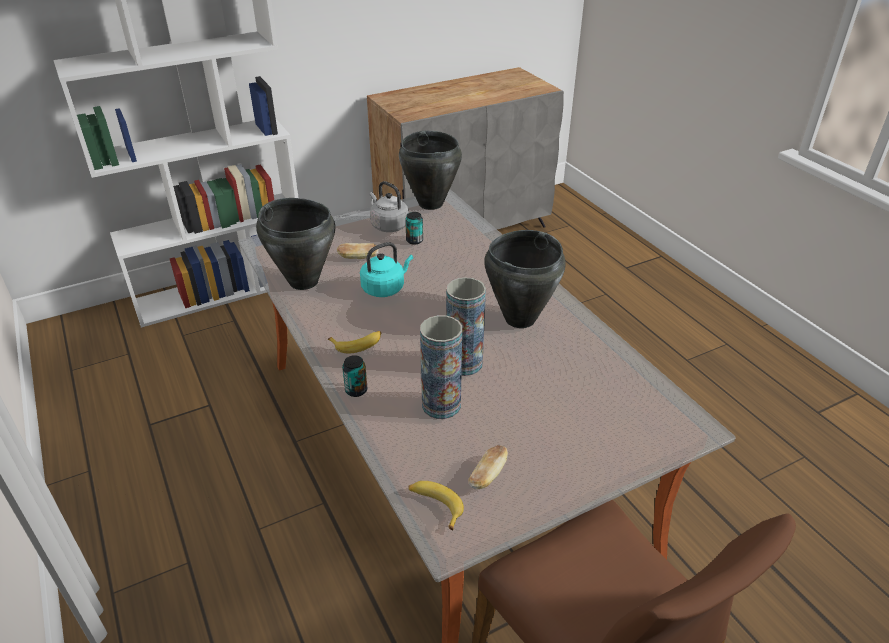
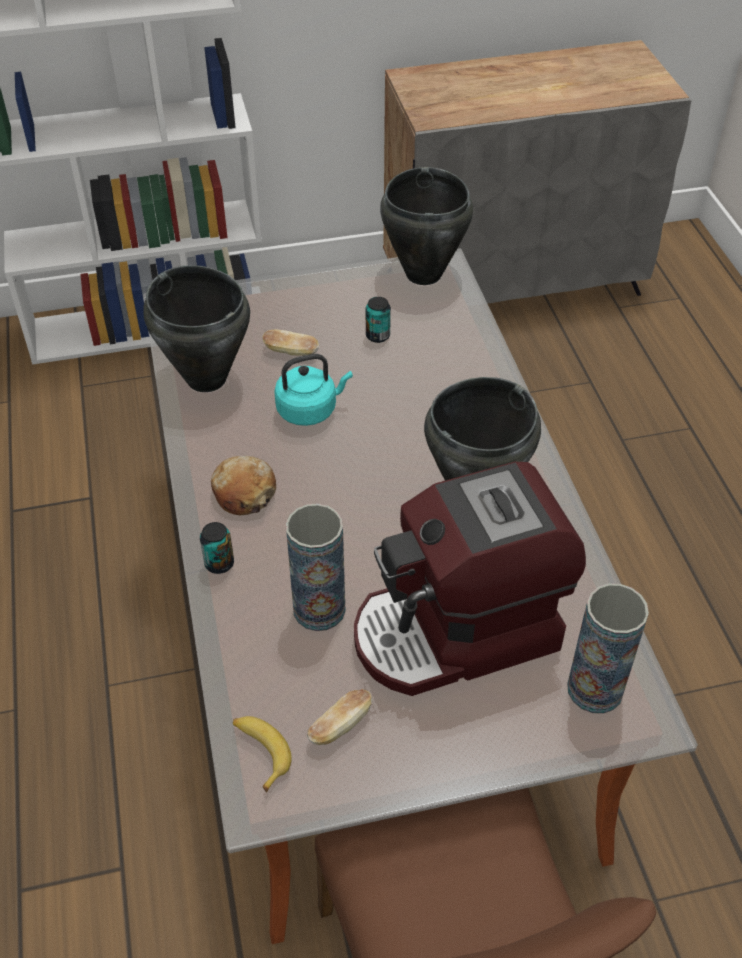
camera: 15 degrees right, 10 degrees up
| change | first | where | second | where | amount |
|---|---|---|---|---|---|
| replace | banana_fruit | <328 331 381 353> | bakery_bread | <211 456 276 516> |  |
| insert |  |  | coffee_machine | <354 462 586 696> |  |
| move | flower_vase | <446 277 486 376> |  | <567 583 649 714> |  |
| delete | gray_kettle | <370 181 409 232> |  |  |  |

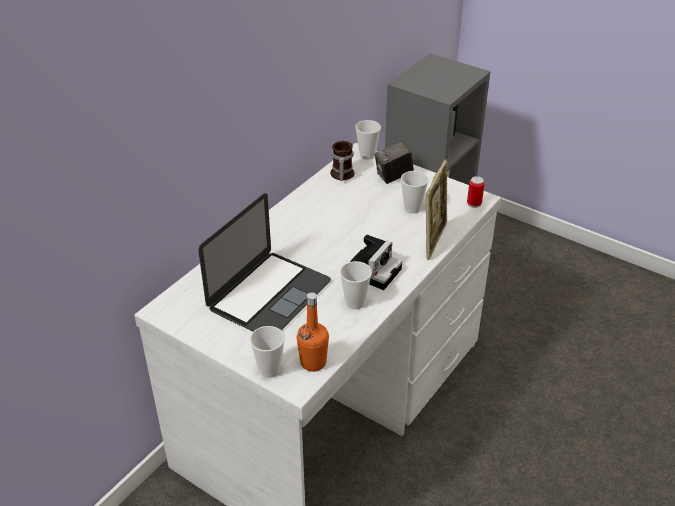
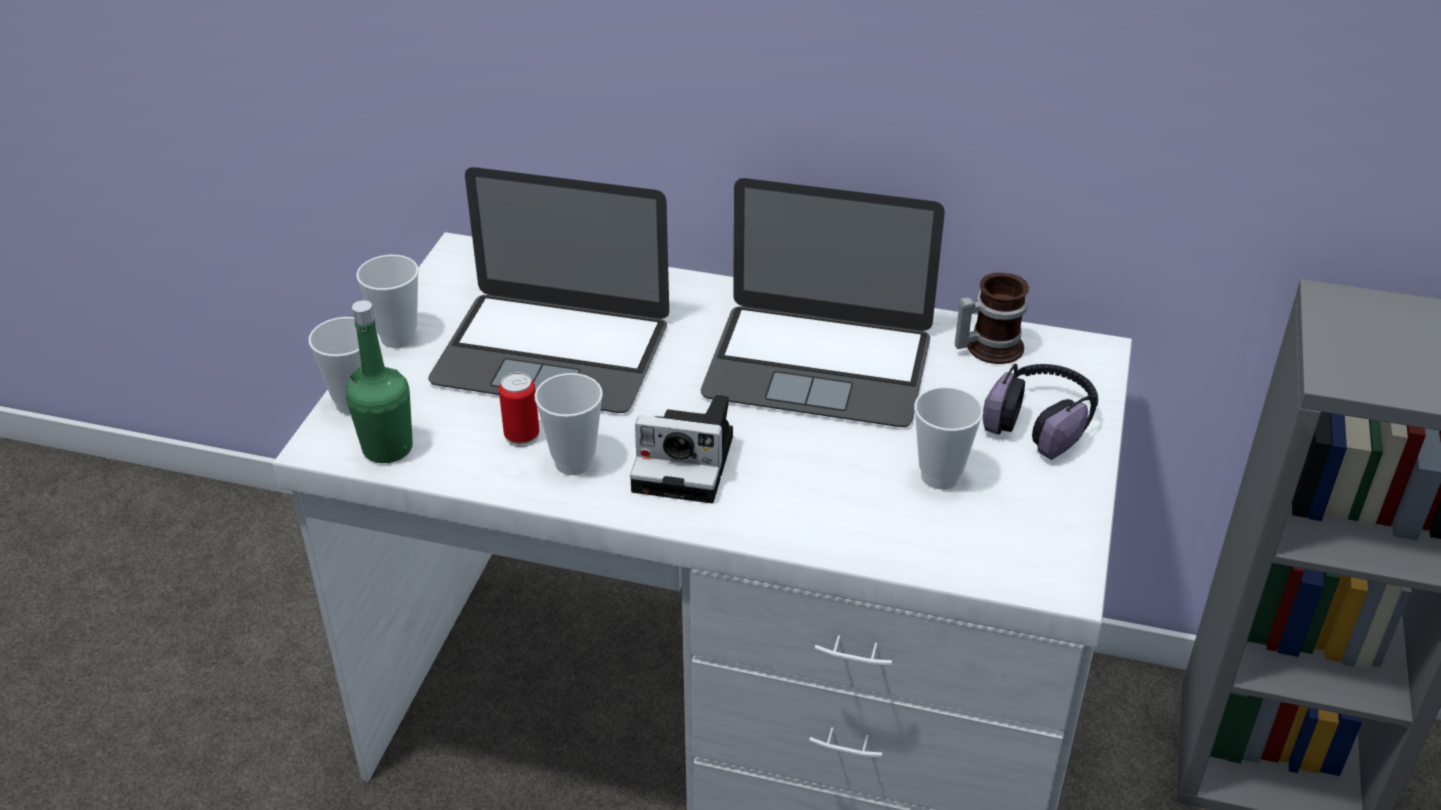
camera: 70 degrees right, 0 degrees up
| change | first | where | second | where | amount |
|---|---|---|---|---|---|
| recolor | orangey_drink_bottle | <297 292 329 372> | green_drink_bottle | <346 300 413 463> |  |
| move | cup | <355 120 381 160> |  | <356 255 419 348> |  |
| move | sealed_can | <467 176 485 208> |  | <499 372 539 447> |  |
| insert |  |  | notebook_computer | <701 178 945 427> |  |
| replace | still_camera | <375 141 414 184> | headset | <983 363 1098 460> |  |
| delete | photo_frame | <426 160 448 260> |  |  |  |

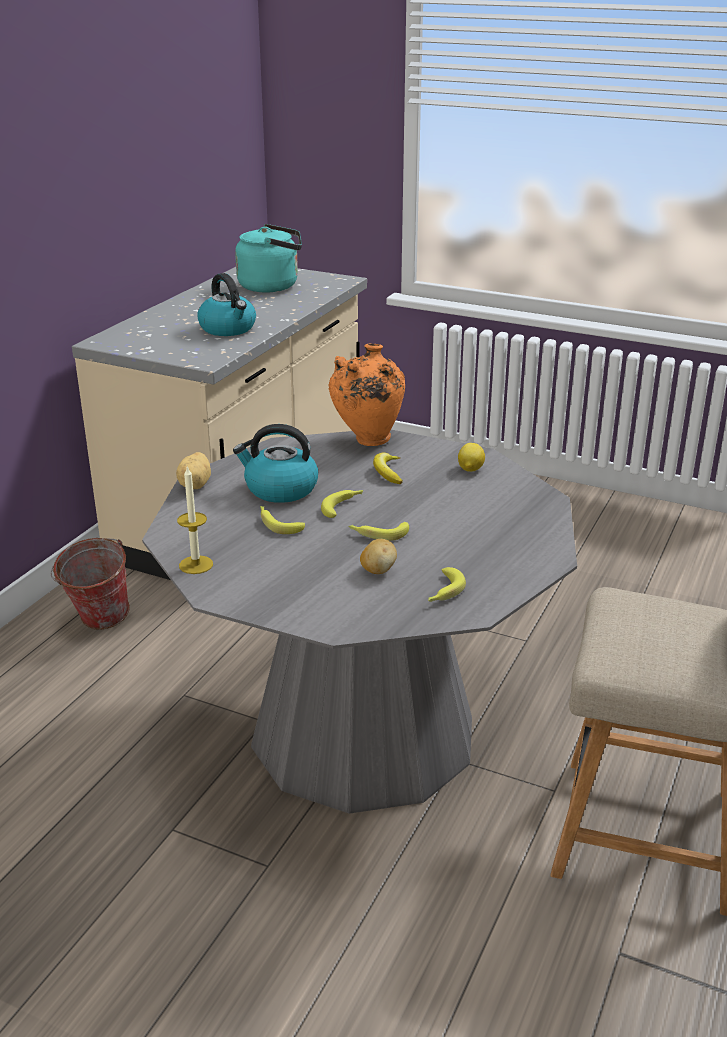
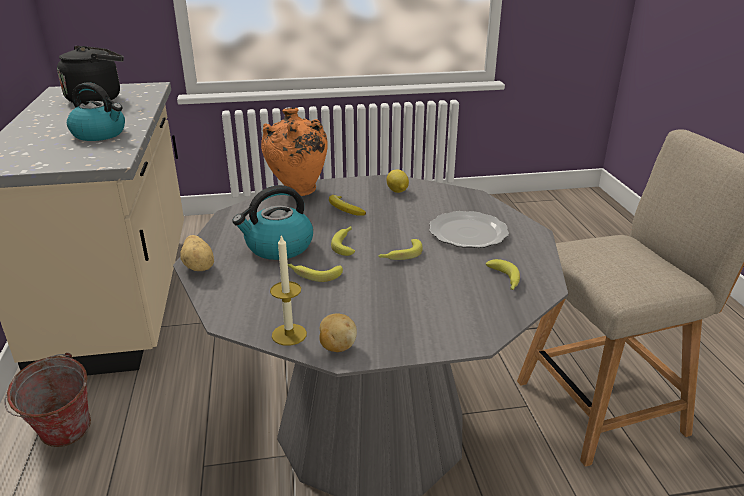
camera: 35 degrees left, 0 degrees up
| change | first | where | second | where | amount |
|---|---|---|---|---|---|
| recolor | turquoise-coloured_kettle | <235 224 302 292> | black_kettle | <57 46 124 103> |  |
| move | potato | <360 539 397 574> |  | <319 313 357 352> |  |
| insert |  |  | dinner_plate | <429 211 509 248> |  |

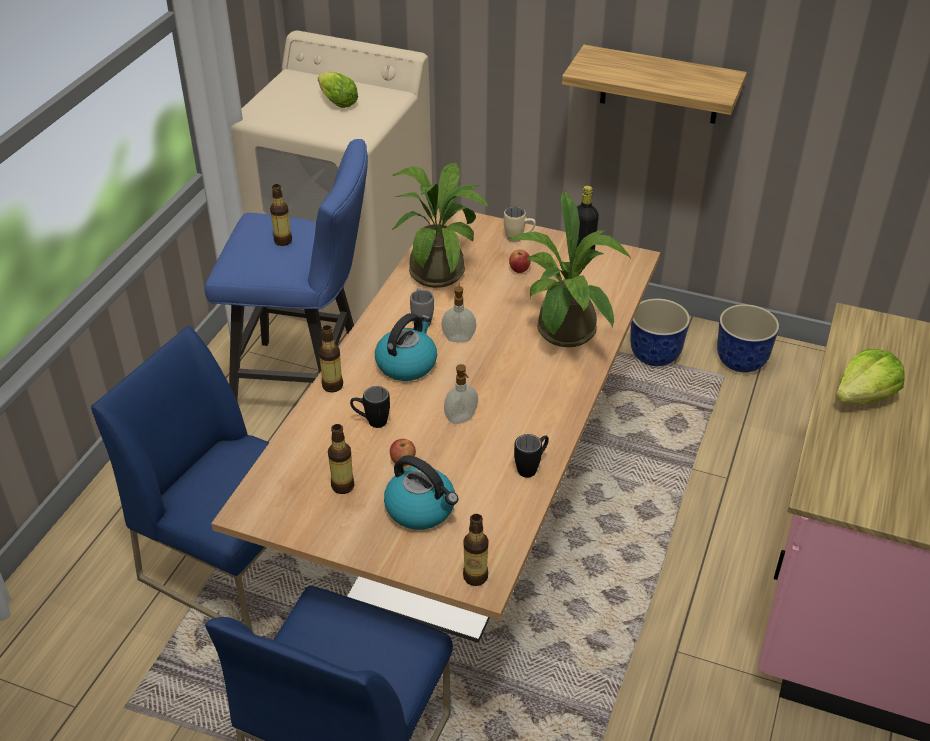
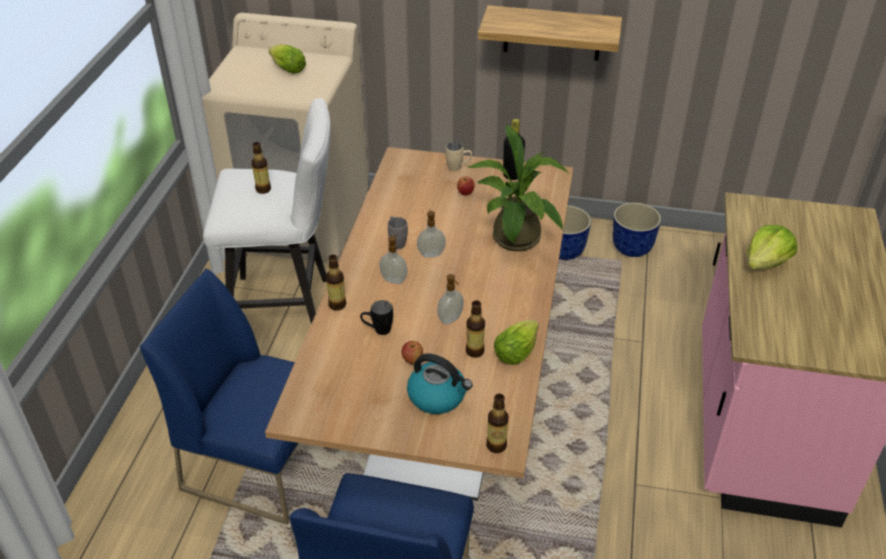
camera: 10 degrees left, 0 degrees up
| change | first | where | second | where | amount |
|---|---|---|---|---|---|
| recolor | blue-coloured_sitting_stool | <205 139 368 400> | white-coloured_sitting_stool | <203 98 331 324> |  |
| replace | kettle | <375 313 437 381> | soap_dispenser | <379 234 408 284> |  |
| move | drink_bottle | <328 424 355 494> |  | <466 300 485 358> |  |
| replace | black_coffee_mug | <514 434 549 478> | lettuce | <494 320 539 365> |  |
| delete | potted_plant | <392 163 489 288> |  |  |  |

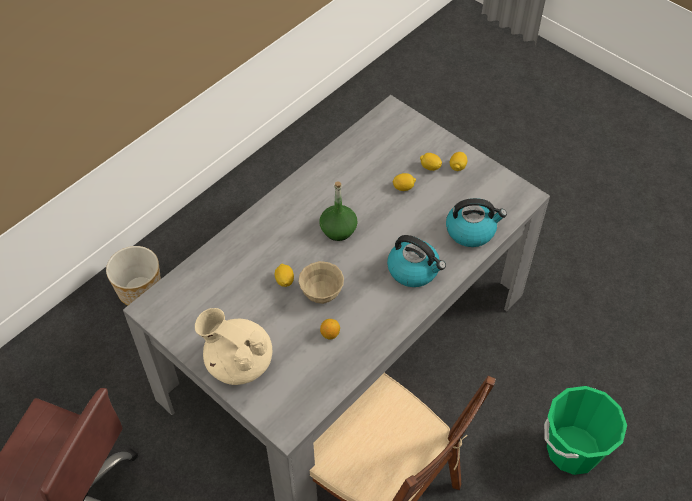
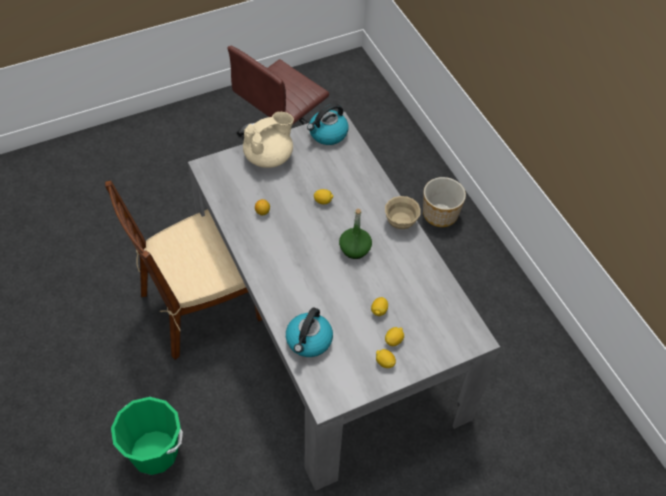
camera: 110 degrees right, 0 degrees up
| change | first | where | second | where | amount |
|---|---|---|---|---|---|
| move | kettle | <387 235 446 287> |  | <307 103 348 145> |  |
| move | sand-coloured_serving_bowl | <298 261 344 304> |  | <385 196 421 229> |  |

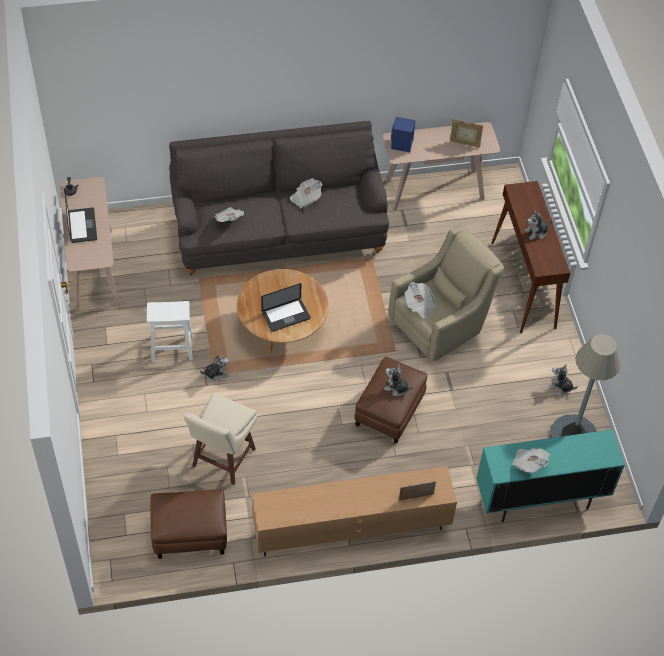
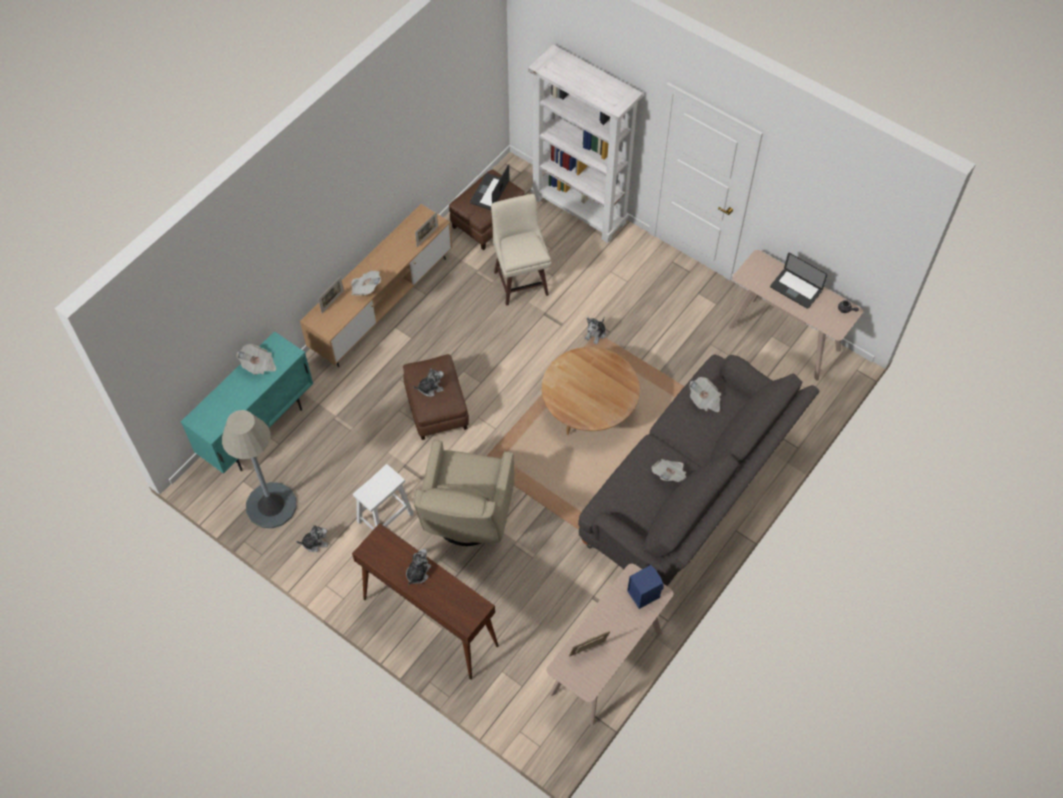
camera: 140 degrees right, 5 degrees up
| change | first | where | second | where | amount |
|---|---|---|---|---|---|
| move | daily_paper | <405 282 436 318> |  | <351 270 381 296> |  |
| move | white-coloured_sitting_stool | <147 301 193 362> |  | <353 464 414 530> |  |
| insert |  |  | photo_frame | <415 212 438 247> |  |
| move | notebook_computer | <261 283 311 332> |  | <470 164 509 210> |  |
| insert |  |  | white-coloured_bookshelf | <528 44 643 243> |  |

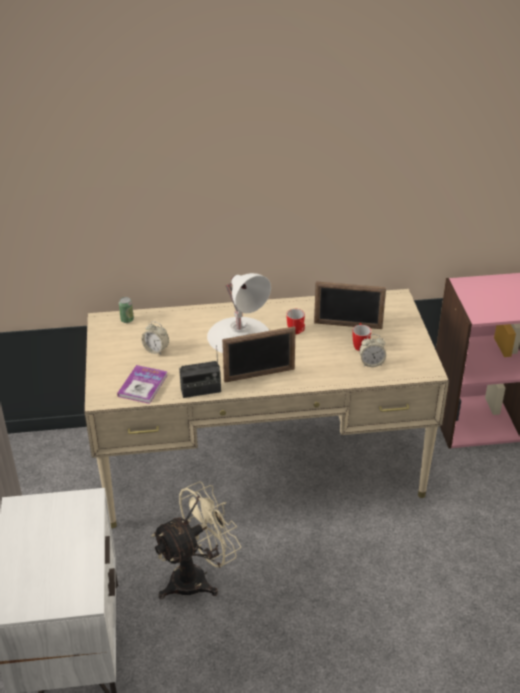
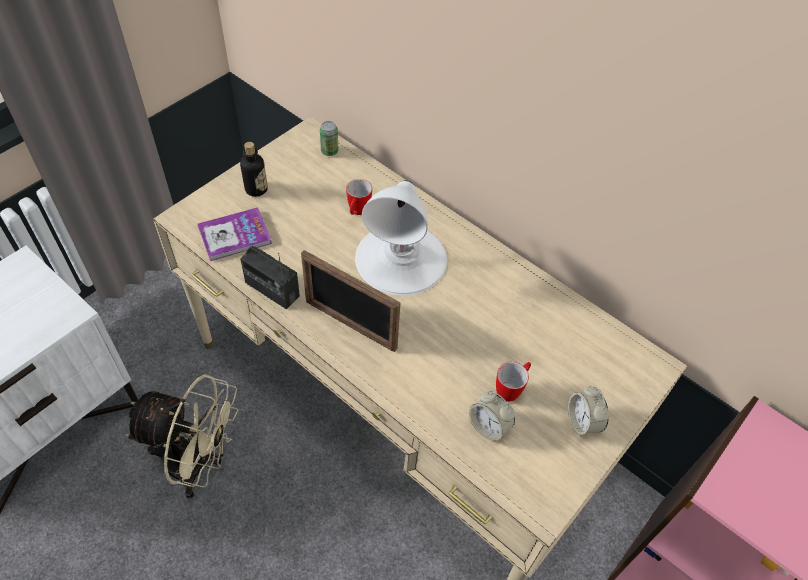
camera: 45 degrees right, 15 degrees up
| change | first | where | second | where | amount |
|---|---|---|---|---|---|
| insert |  |  | drink_bottle | <240 142 268 197> |  |
| move | coffee_mug | <286 309 305 335> |  | <346 179 372 215> |  |
| move | bedside_clock | <142 321 169 355> |  | <568 386 610 437> |  |
| delete | photo_frame | <314 282 386 329> |  |  |  |

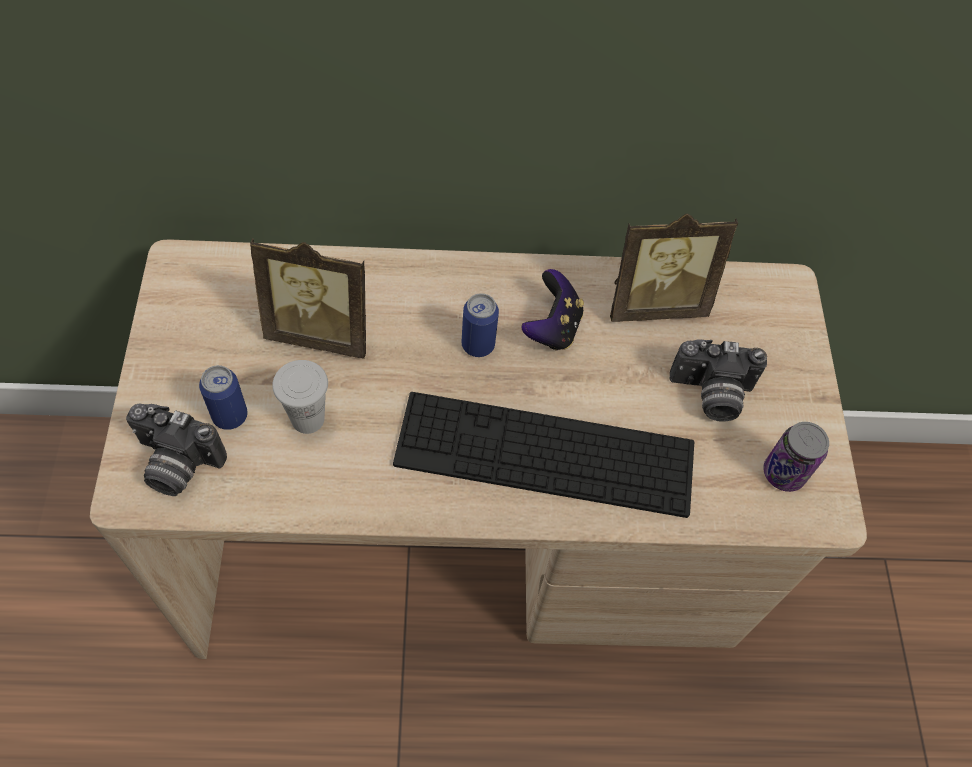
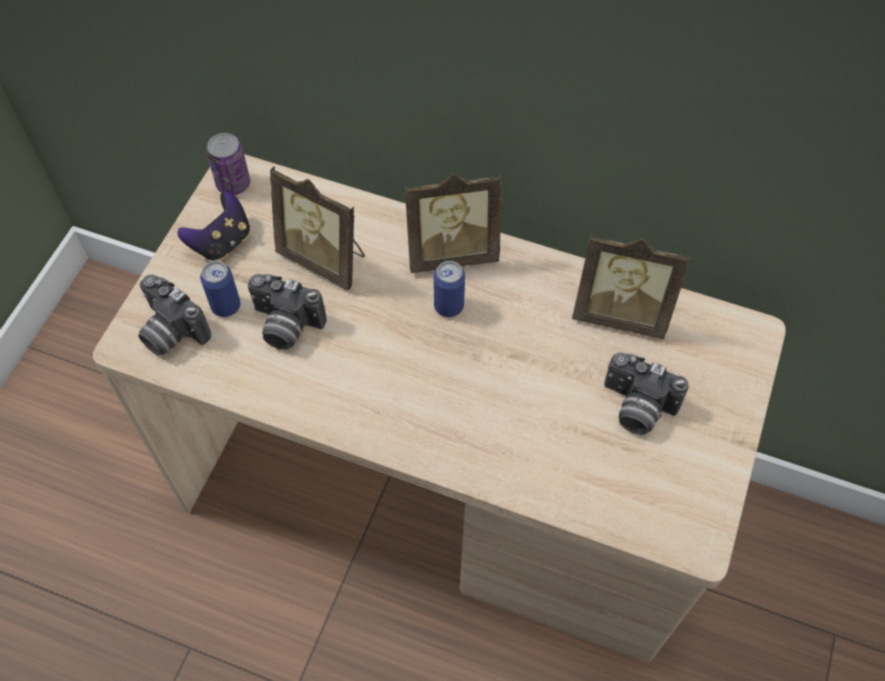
camera: 25 degrees right, 0 degrees up
| change | first | where | second | where | amount |
|---|---|---|---|---|---|
| move | game_controller | <521 269 584 350> |  | <177 191 250 261> |  |
| move | sealed_can | <763 422 829 492> |  | <207 133 250 195> |  |
| replace | white-coloured_cup | <272 360 328 434> | still_camera | <248 274 327 350> |  |
| insert |  |  | photo_frame | <405 173 502 273> |  |
| delete | computer_keyboard | <393 392 694 518> |  |  |  |

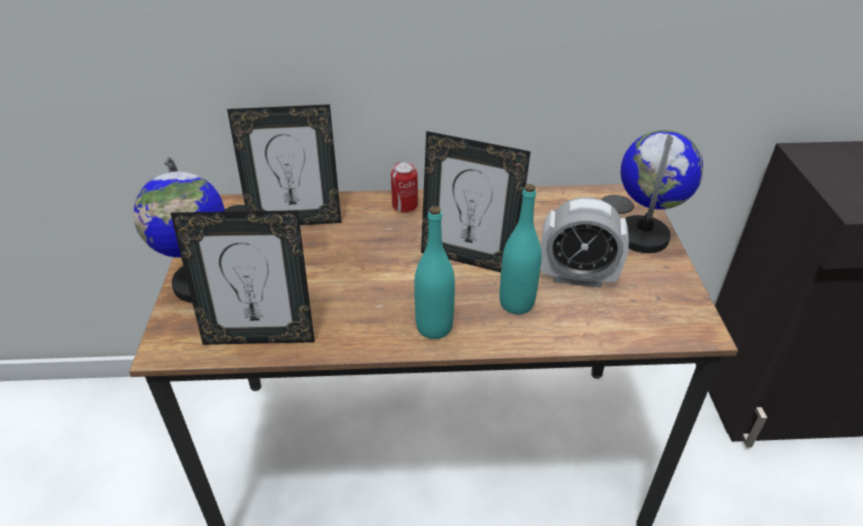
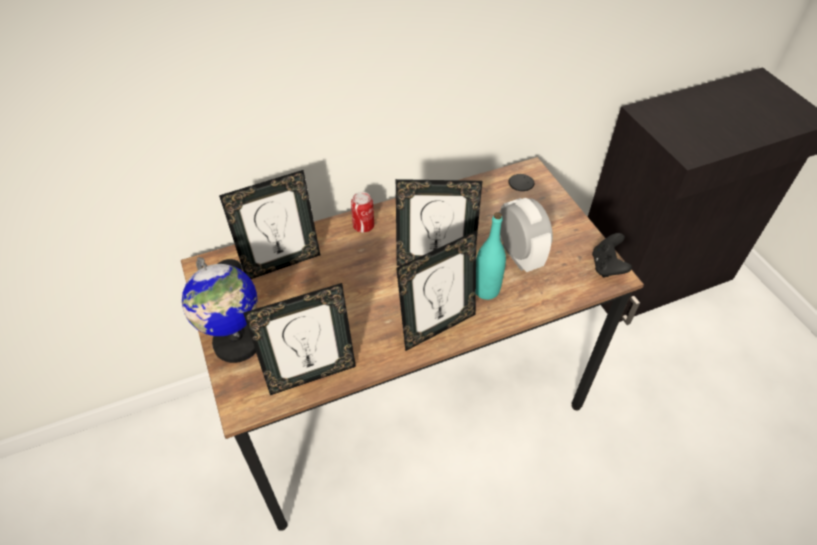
camera: 20 degrees left, 10 degrees up
| change | first | where | second | where | amount |
|---|---|---|---|---|---|
| replace | turquoise-coloured_drink_bottle | <414 206 455 339> | photo_frame | <396 230 477 351> |  |
| rotate | bedside_clock | <541 197 629 288> |  | <499 198 553 272> | 105 degrees counterclockwise |
| insert |  |  | black_game_controller | <592 233 632 278> |  |
| delete | globe | <621 130 704 253> |  |  |  |

